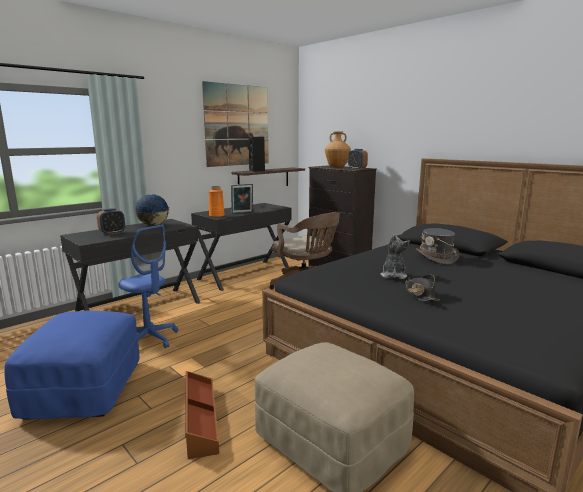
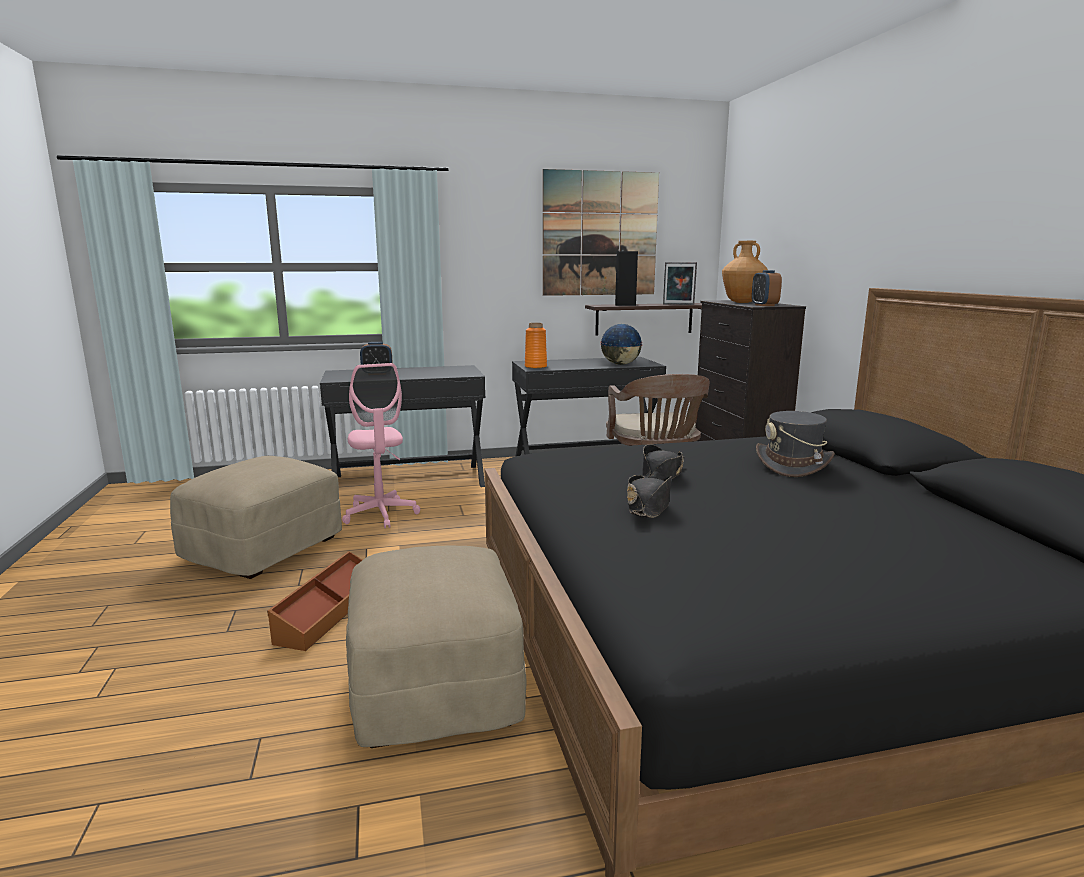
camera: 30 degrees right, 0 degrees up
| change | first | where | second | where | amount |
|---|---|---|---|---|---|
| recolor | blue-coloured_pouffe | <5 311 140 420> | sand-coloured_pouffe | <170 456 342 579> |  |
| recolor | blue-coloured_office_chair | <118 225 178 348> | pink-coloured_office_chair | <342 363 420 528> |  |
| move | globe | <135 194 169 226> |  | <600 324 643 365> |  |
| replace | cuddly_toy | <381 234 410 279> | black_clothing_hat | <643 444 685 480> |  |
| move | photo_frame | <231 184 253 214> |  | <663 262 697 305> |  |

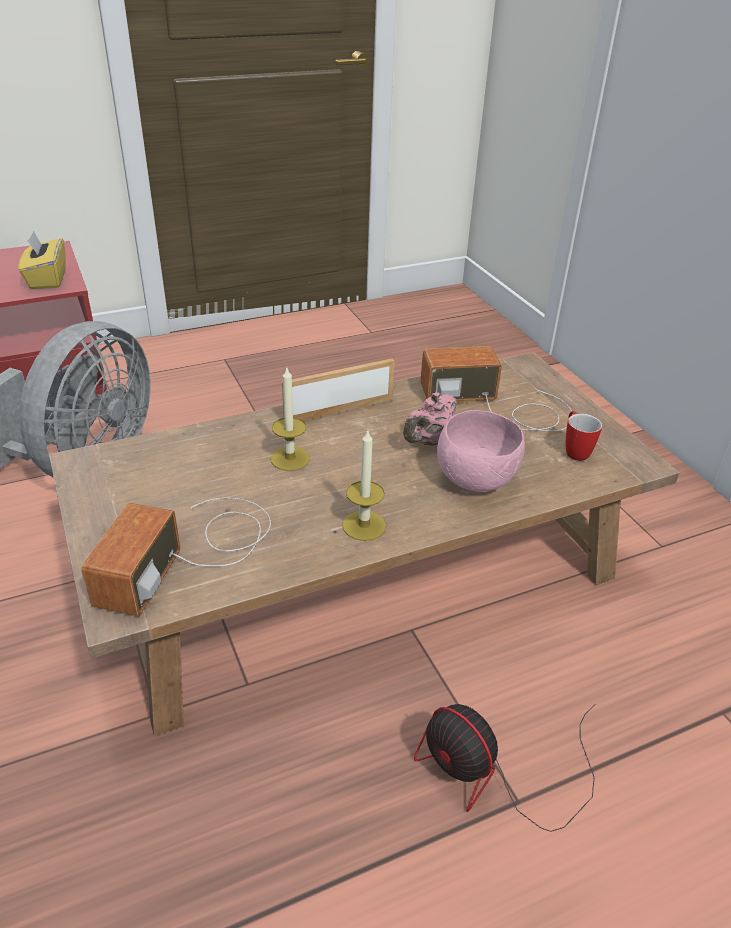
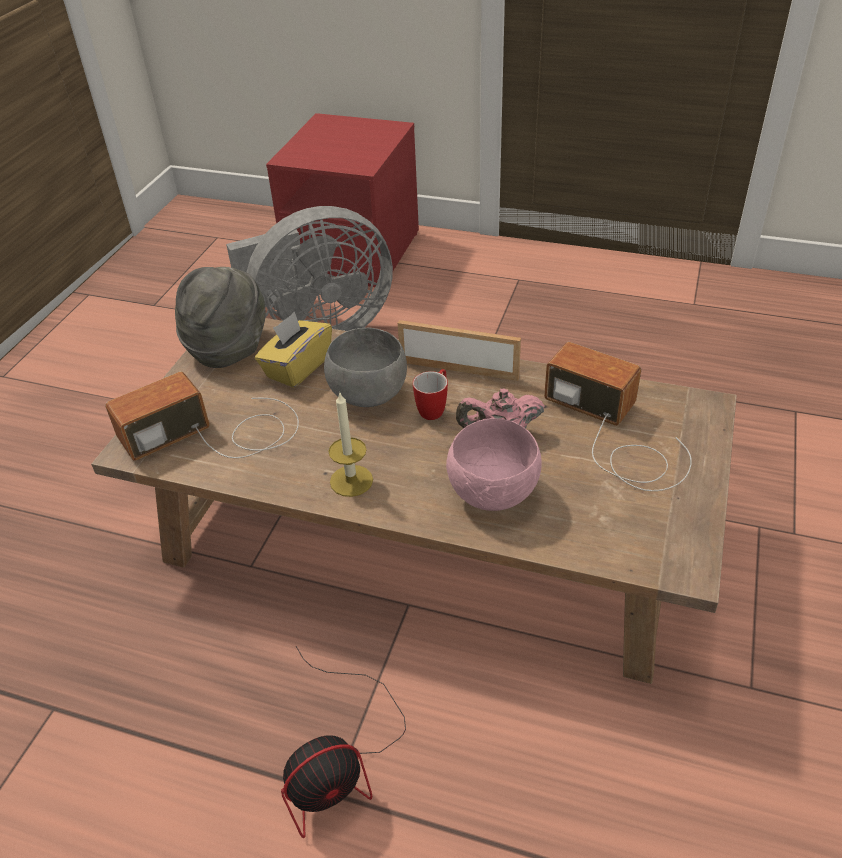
camera: 45 degrees right, 5 degrees up
| change | first | where | second | where | amount |
|---|---|---|---|---|---|
| insert |  |  | gray_clothing_hat | <175 267 265 368> |  |
| move | yellow-coloured_box_of_tissues | <19 231 66 289> |  | <255 312 332 388> |  |
| rotate | fan | <414 704 596 832> |  | <281 646 406 838> | 120 degrees counterclockwise |
| replace | wax_light | <271 368 310 471> | gray_serving_bowl | <324 328 407 407> |  |
| move | coffee_mug | <566 411 602 461> |  | <413 369 448 420> |  |

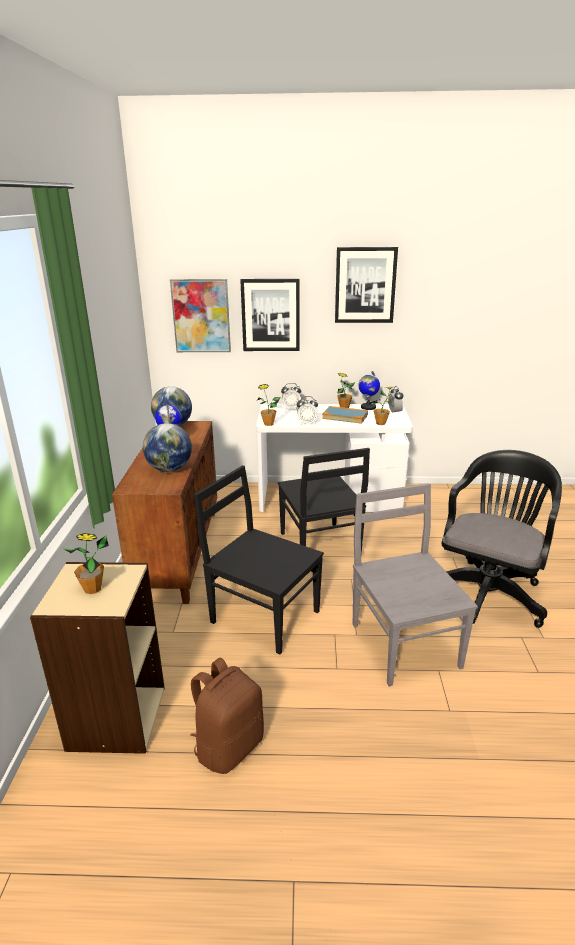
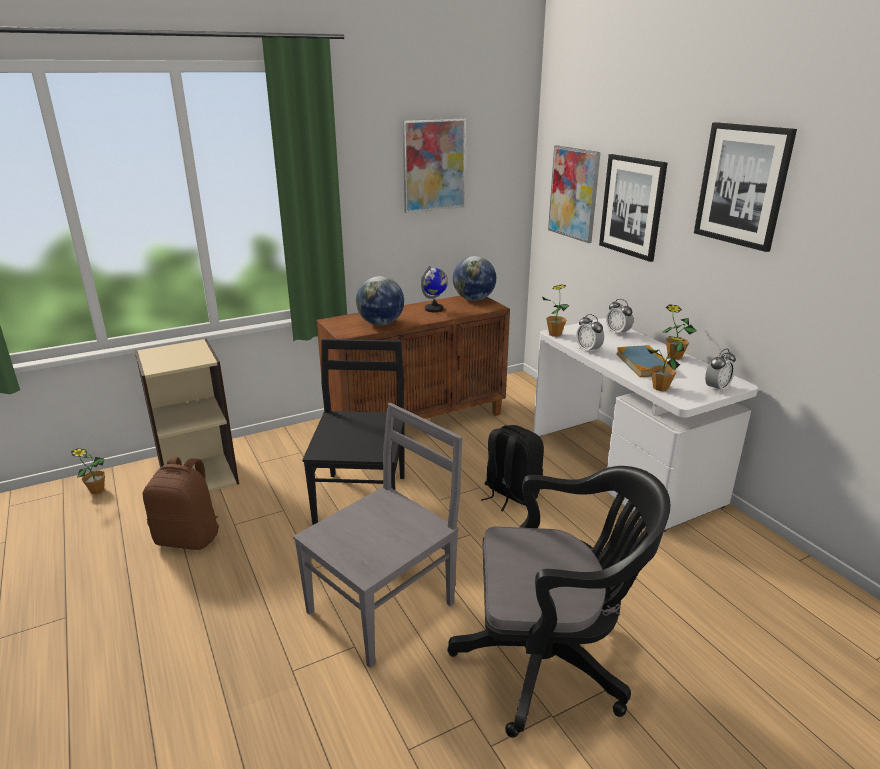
camera: 60 degrees right, 0 degrees up
| change | first | where | second | where | amount |
|---|---|---|---|---|---|
| move | potted_plant | <62 533 109 594> |  | <71 448 105 494> |  |
| insert |  |  | picture | <403 118 466 213> |  |
| replace | black_upright_chair | <278 448 370 554> | black_backpack | <481 425 544 511> |  |
| delete | globe | <358 371 380 410> |  |  |  |

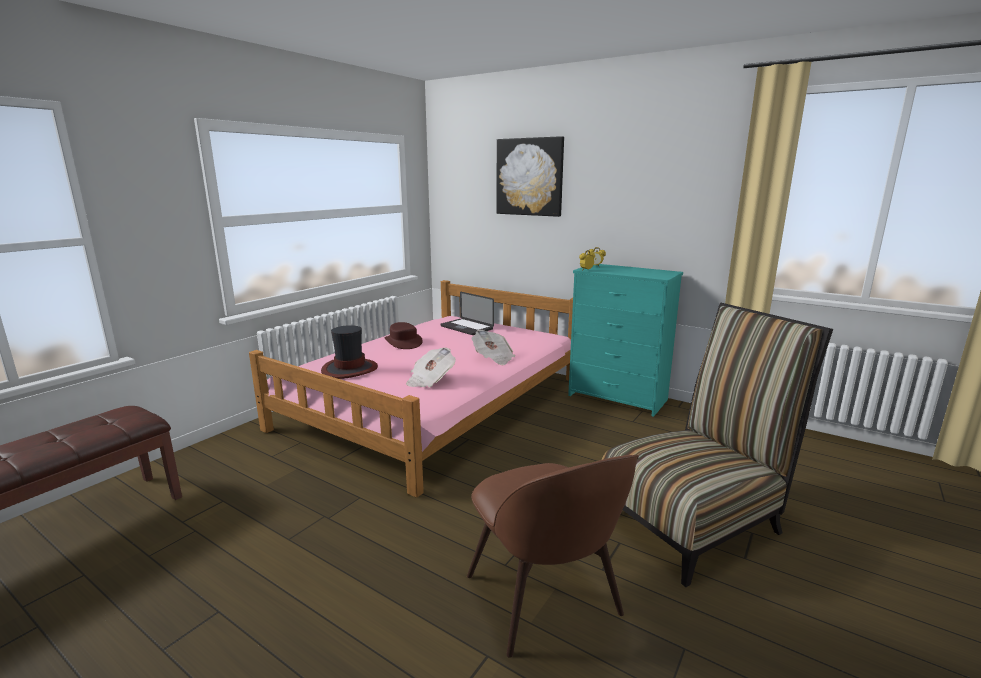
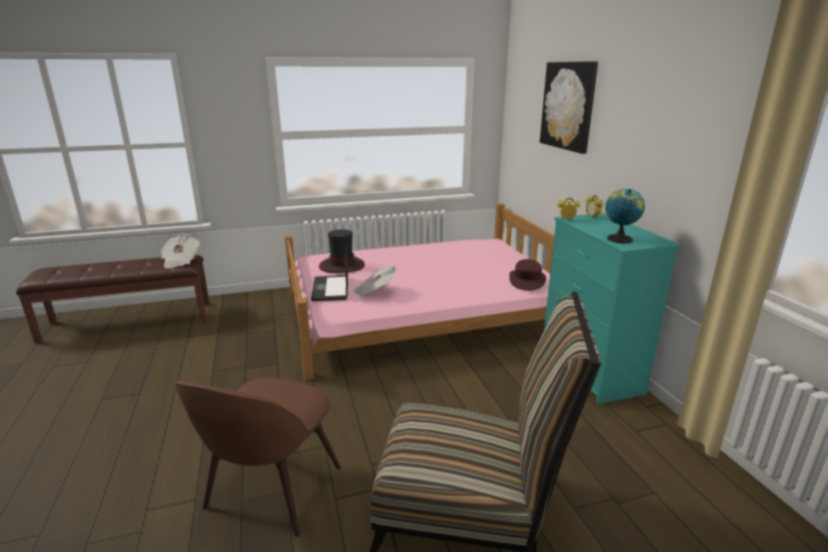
camera: 40 degrees right, 5 degrees up
| change | first | where | second | where | amount |
|---|---|---|---|---|---|
| move | daily_paper | <471 330 515 365> |  | <161 234 200 268> |  |
| move | notebook_computer | <440 292 494 335> |  | <311 246 348 301> |  |
| move | brown_clothing_hat | <384 322 423 349> |  | <509 259 546 291> |  |
| insert |  |  | globe | <605 188 645 243> |  |

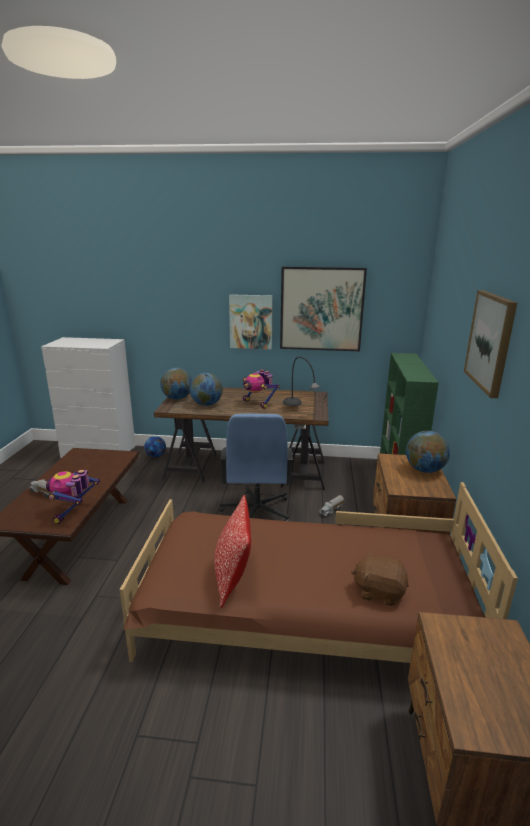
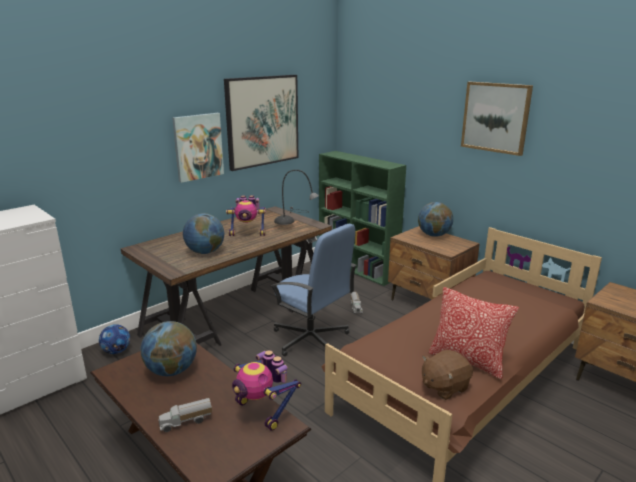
camera: 50 degrees left, 0 degrees up
| change | first | where | second | where | amount |
|---|---|---|---|---|---|
| move | globe | <160 367 192 400> |  | <141 321 197 376> |  |
| move | brown_cuddly_toy | <351 551 409 606> |  | <422 350 473 400> |  |

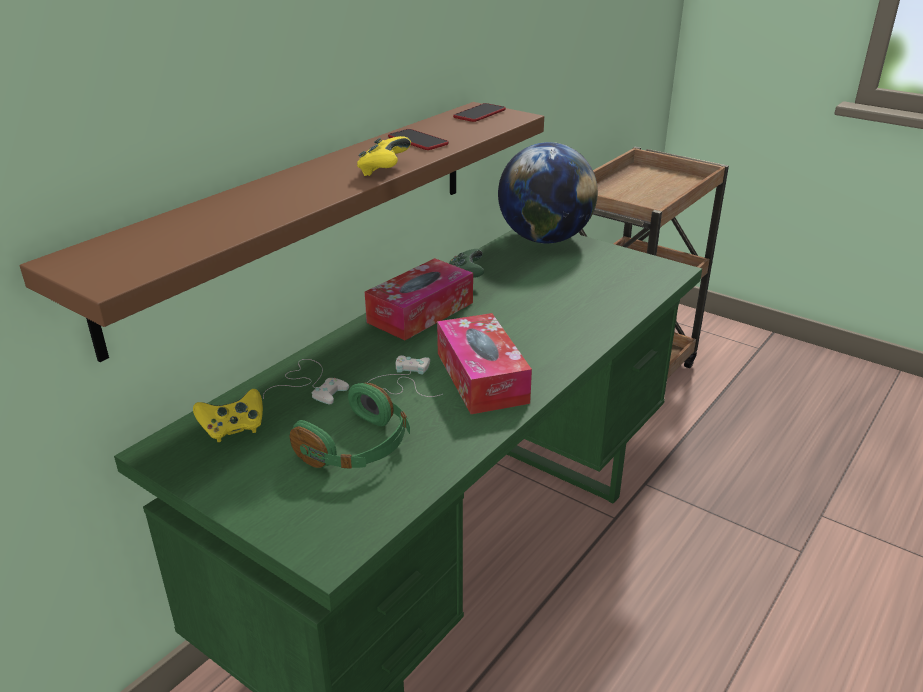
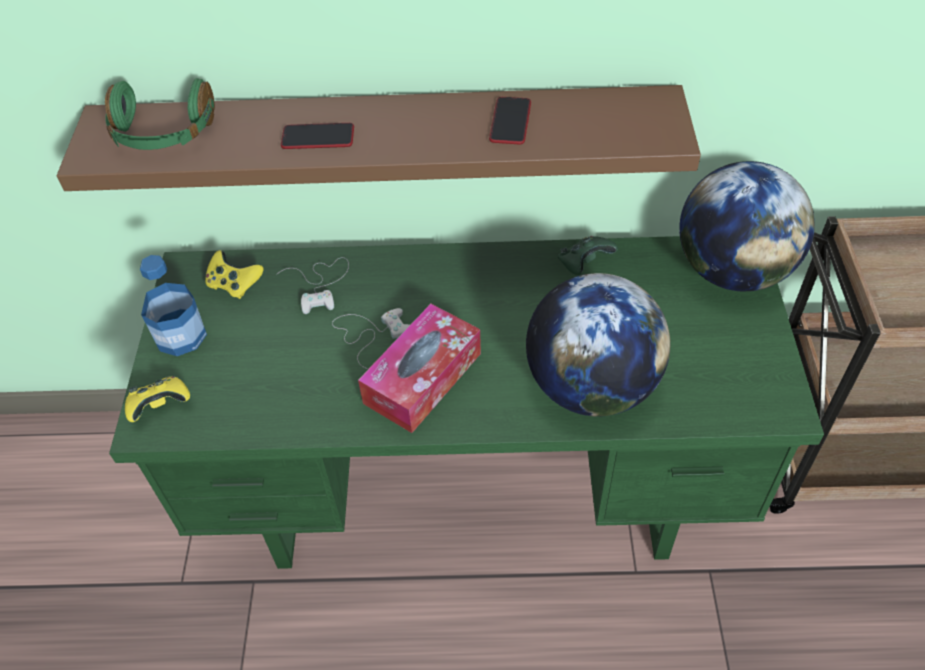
camera: 55 degrees right, 20 degrees up
| change | first | where | second | where | amount |
|---|---|---|---|---|---|
| move | green_headset | <290 383 410 469> |  | <105 78 215 150> |  |
| move | yellow-coloured_game_controller | <357 136 411 176> |  | <125 376 190 422> |  |
| insert |  |  | drink_bottle | <140 255 207 356> |  |
| move | telephone | <453 103 506 122> |  | <281 123 354 149> |  |
| insert |  |  | globe | <526 273 670 416> |  |
| delete | box_of_tissues | <365 258 473 340> |  |  |  |

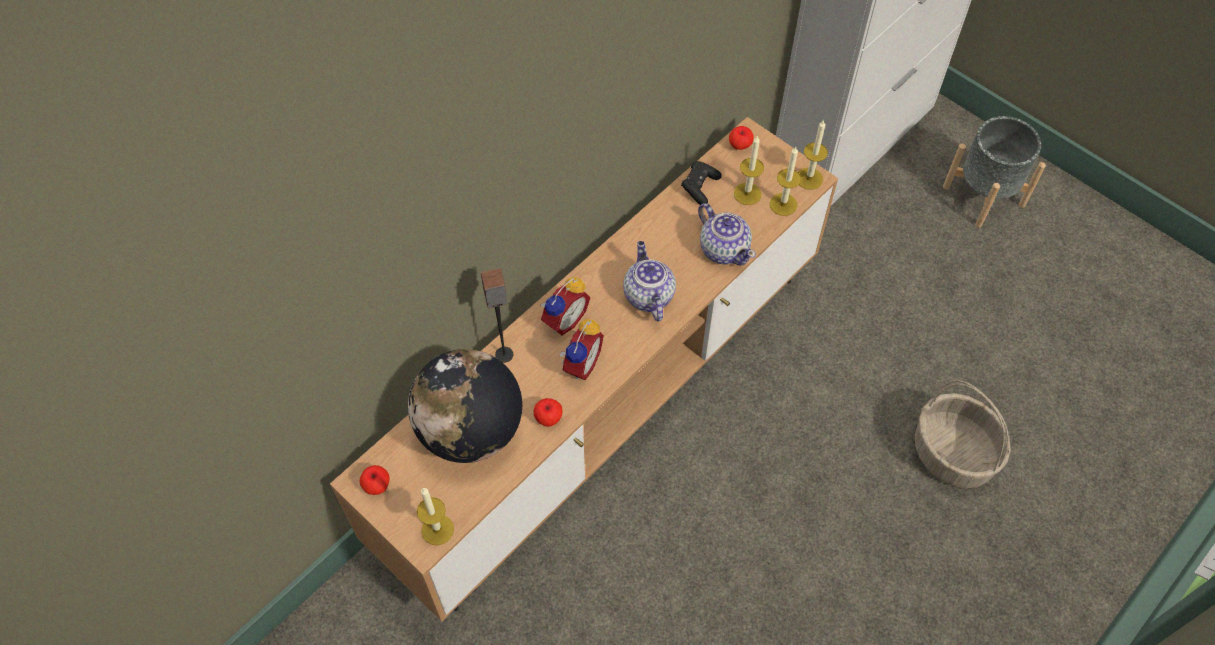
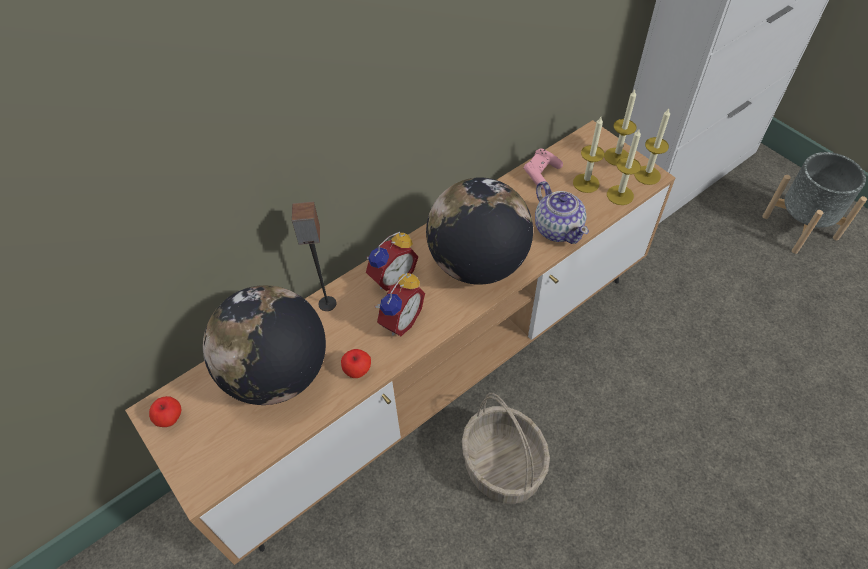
camera: 10 degrees right, 5 degrees down
| change | first | where | second | where | amount |
|---|---|---|---|---|---|
| replace | teapot | <623 241 676 321> | globe | <426 178 533 285> |  |
| move | basket | <915 380 1011 488> |  | <462 393 550 504> |  |
| recolor | black_game_controller | <681 161 722 205> | pink-coloured_game_controller | <523 149 563 189> |  |
| move | wax_light | <417 488 454 545> |  | <604 90 637 166> |  |
| delete | apple | <729 126 754 150> |  |  |  |

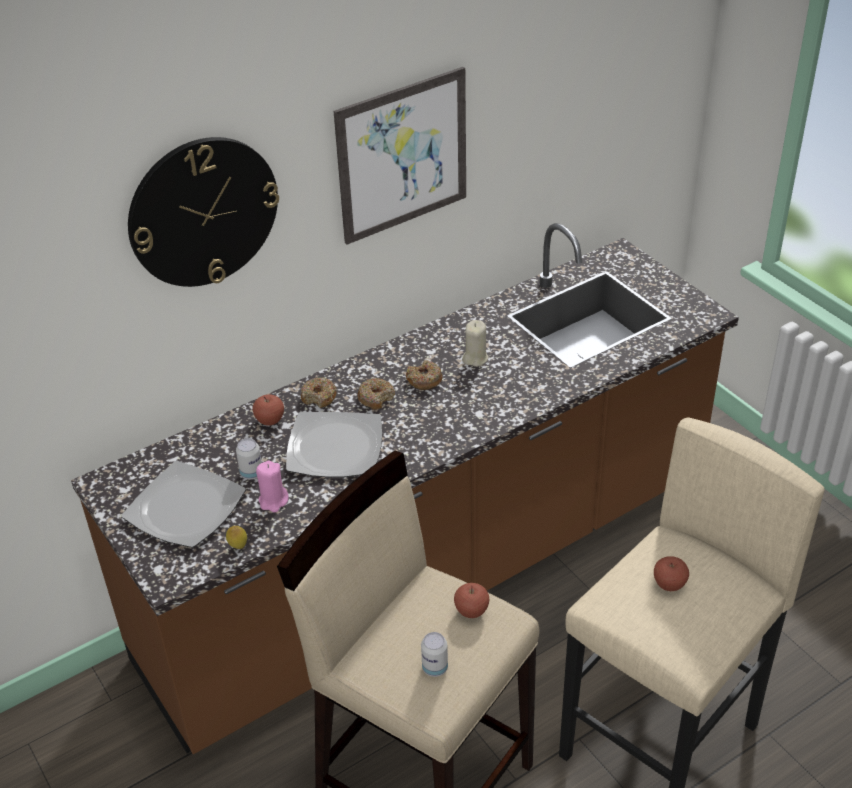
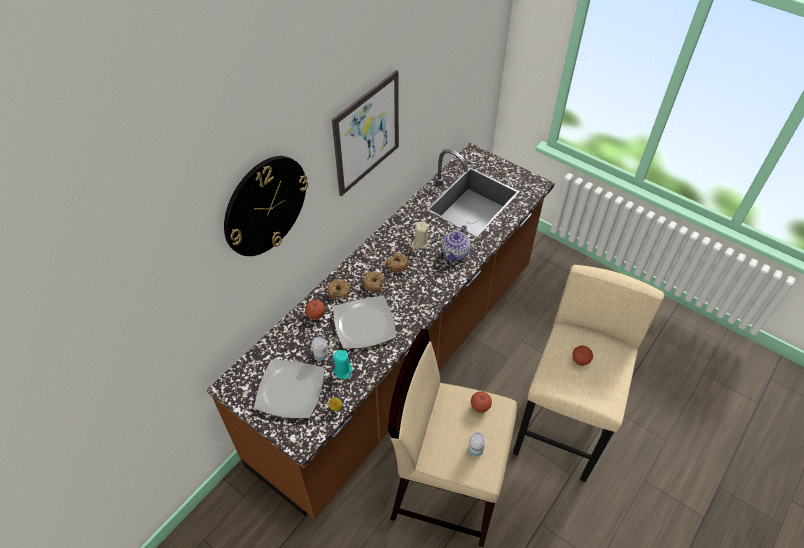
camera: 20 degrees left, 10 degrees up
| change | first | where | second | where | amount |
|---|---|---|---|---|---|
| recolor | pink-coloured_wax_light | <256 460 289 512> | turquoise-coloured_wax_light | <334 350 352 379> |  |
| insert |  |  | teapot | <442 225 471 261> |  |

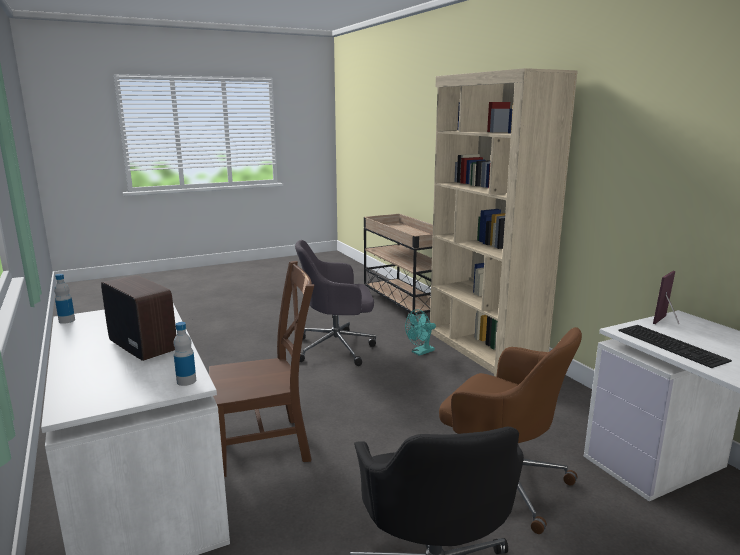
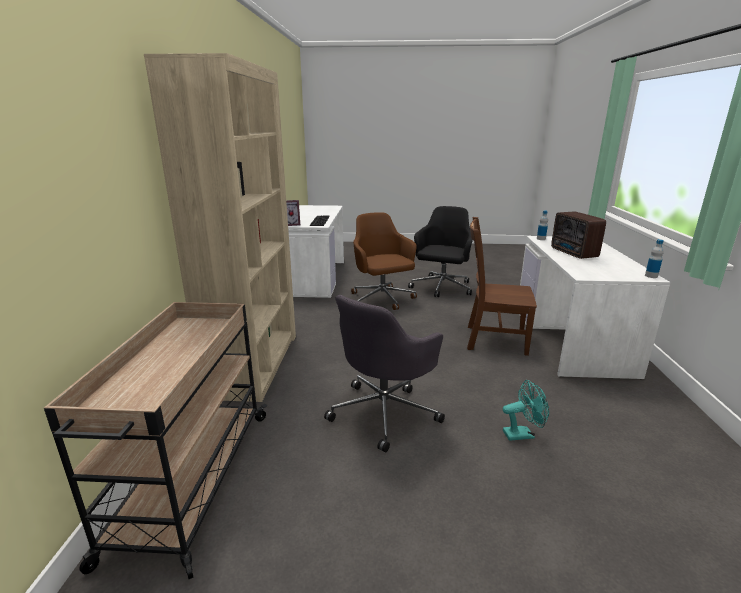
camera: 150 degrees left, 5 degrees up
| change | first | where | second | where | amount |
|---|---|---|---|---|---|
| rotate | gray_office_chair | <295 240 376 366> |  | <324 295 445 452> | 105 degrees clockwise |
| move | turquoise-coloured_fan | <405 309 436 356> |  | <503 380 549 441> |  |

